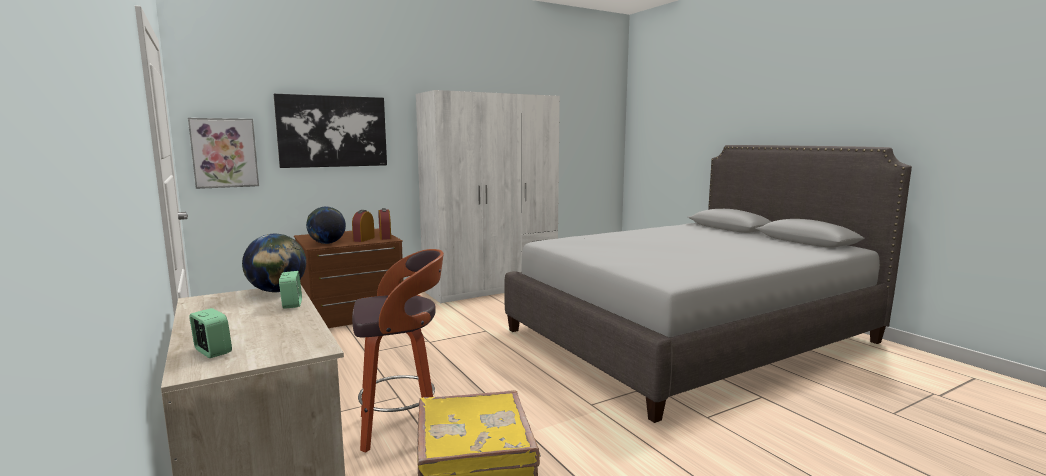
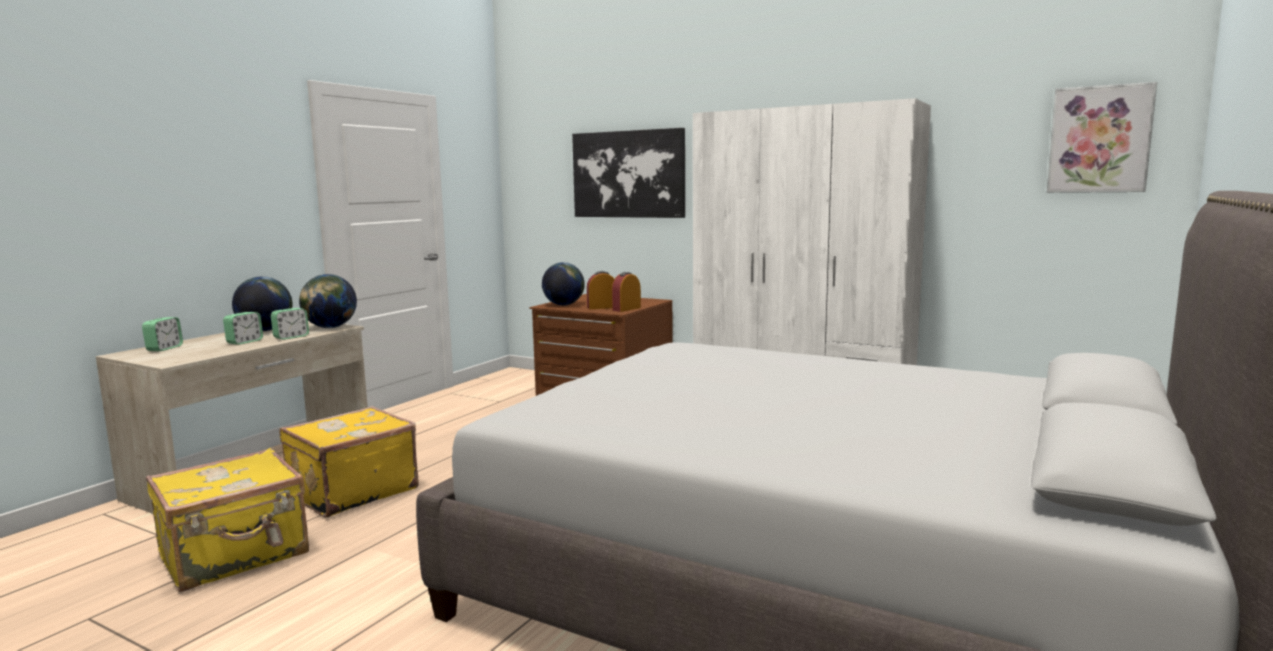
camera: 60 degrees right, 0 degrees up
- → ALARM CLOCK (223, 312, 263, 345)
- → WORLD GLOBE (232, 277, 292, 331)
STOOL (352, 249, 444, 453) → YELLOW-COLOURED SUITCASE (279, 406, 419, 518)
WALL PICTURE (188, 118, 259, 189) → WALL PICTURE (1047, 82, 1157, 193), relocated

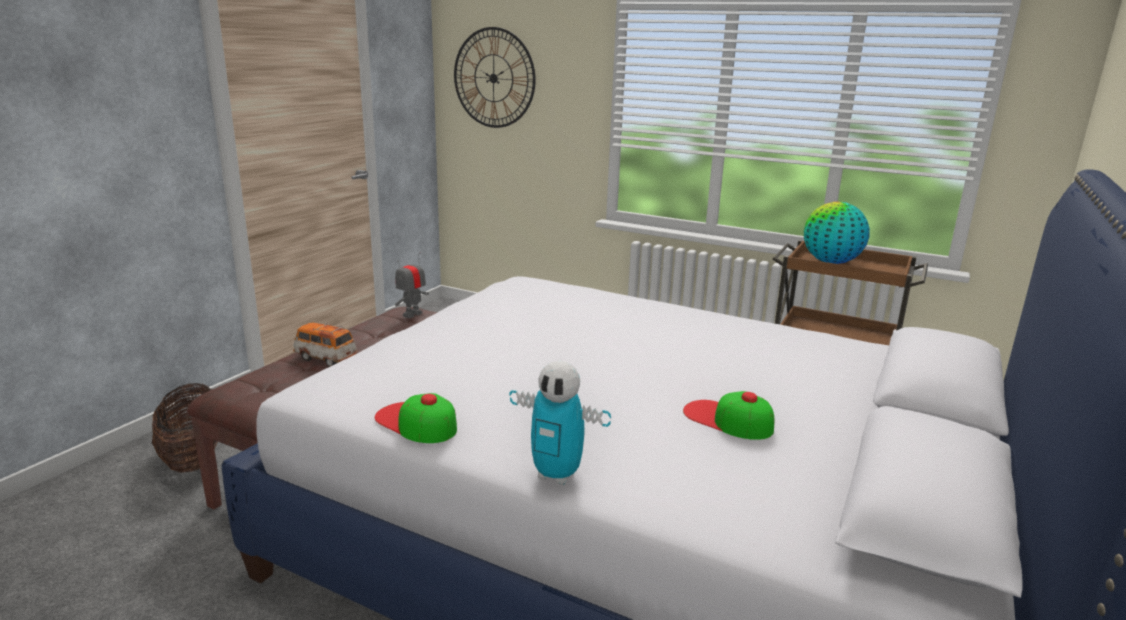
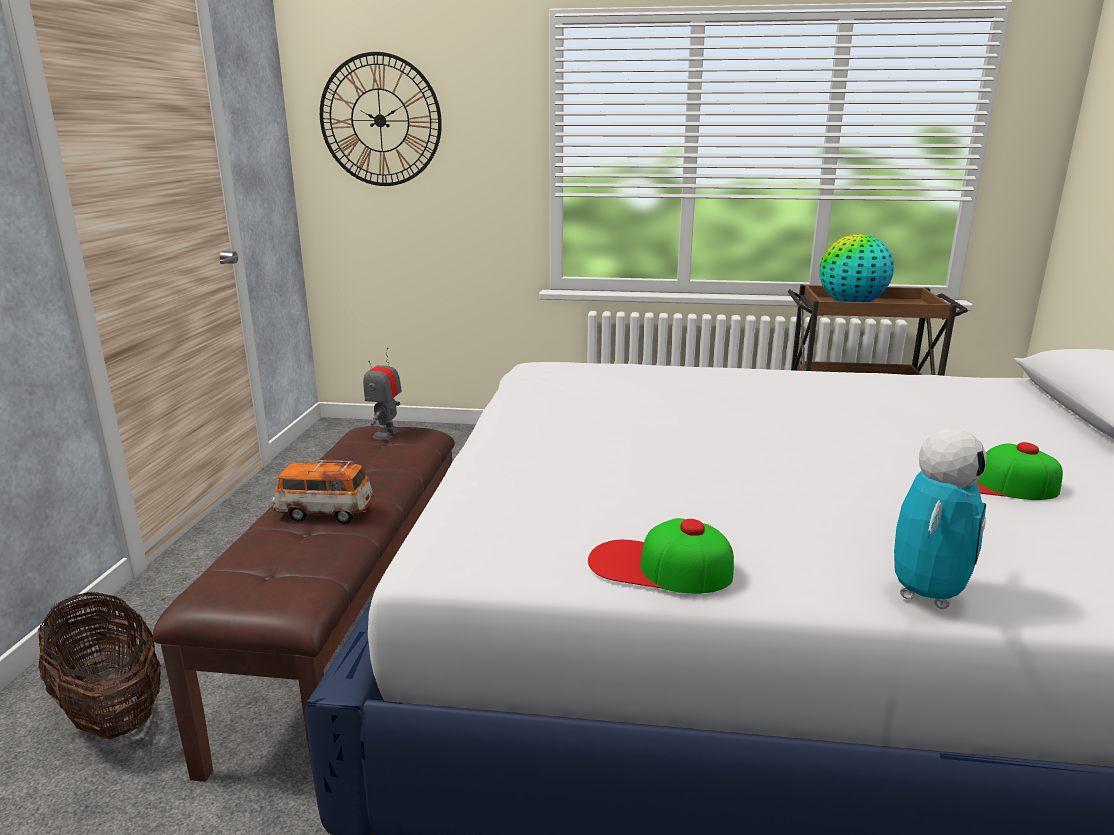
camera: 20 degrees left, 0 degrees up
MODEL ROBOT (509, 361, 611, 485) → MODEL ROBOT (894, 429, 987, 609), 60 degrees counterclockwise

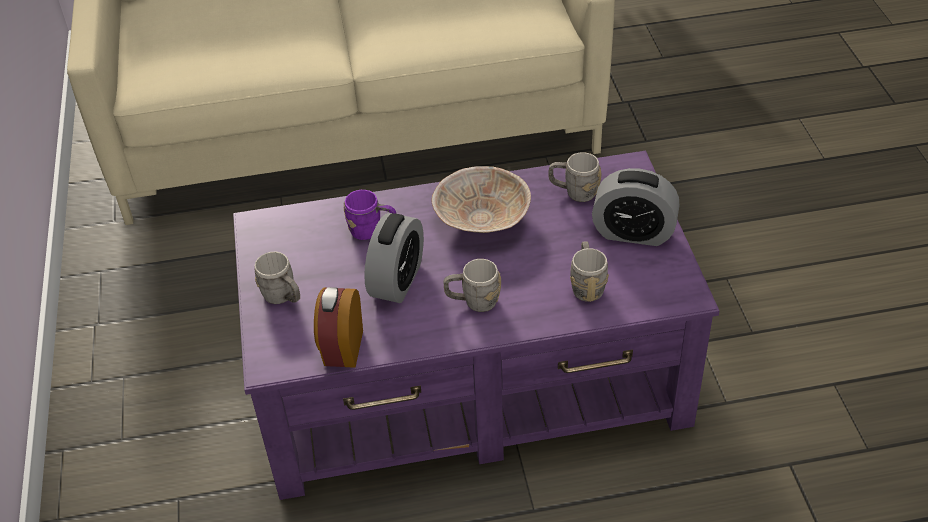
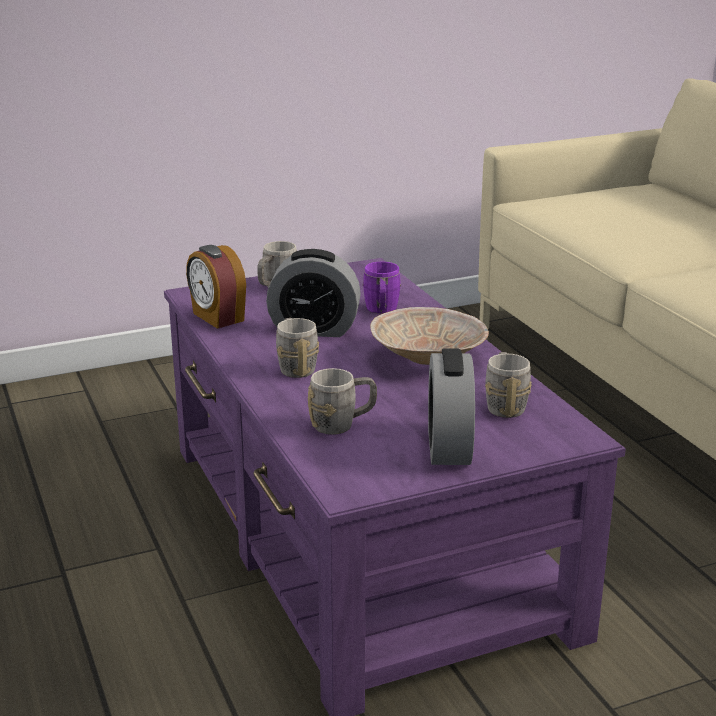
camera: 75 degrees right, 20 degrees down
ALARM CLOCK (314, 287, 363, 368) → ALARM CLOCK (186, 245, 246, 329), 120 degrees counterclockwise

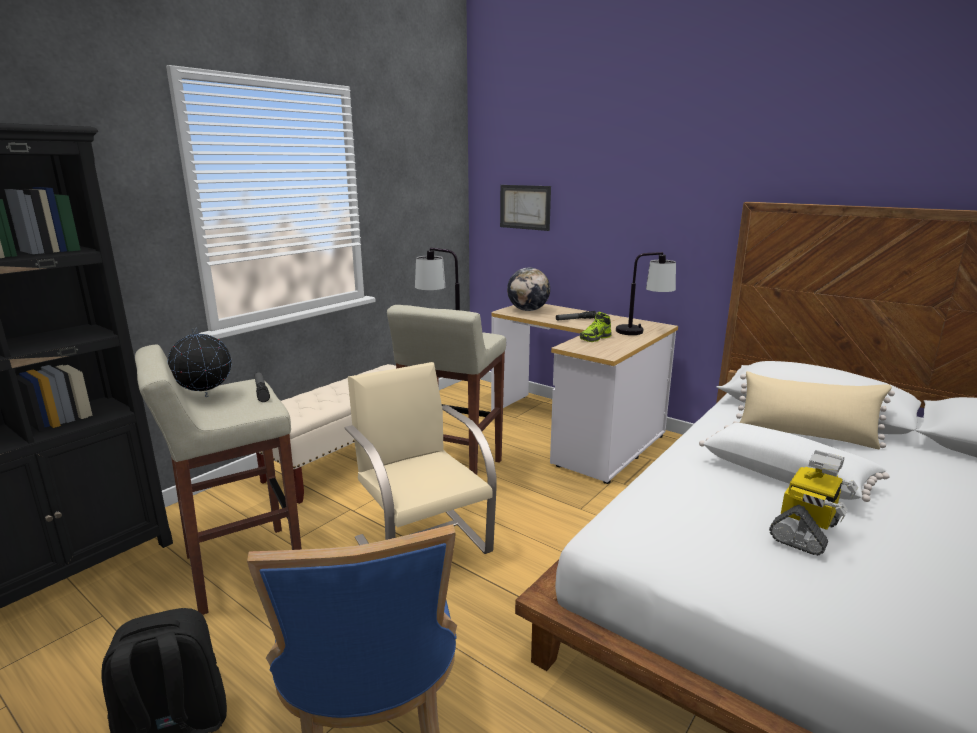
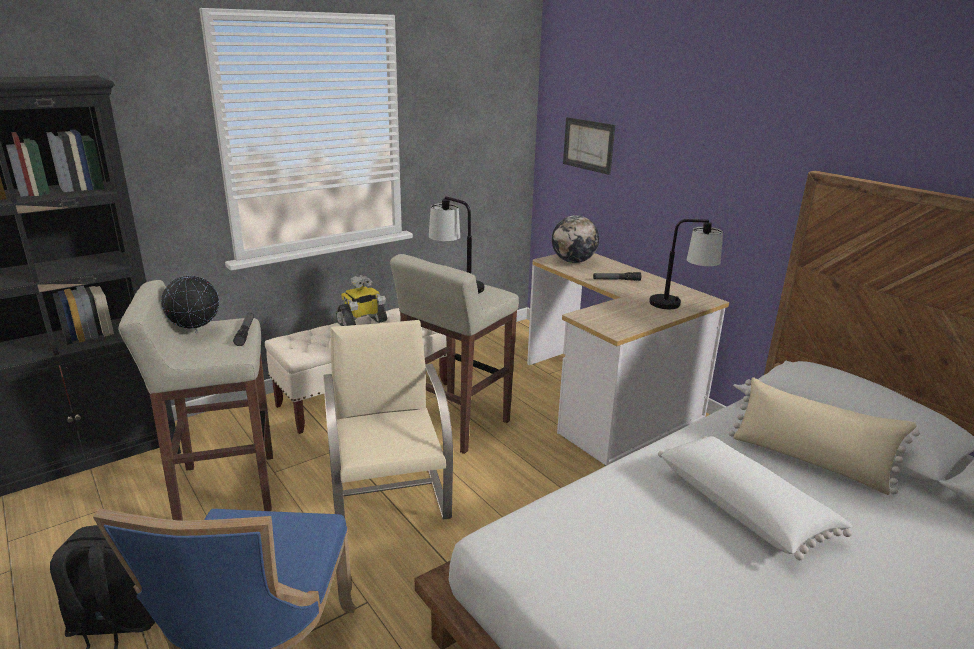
camera: 15 degrees right, 5 degrees up
MODEL ROBOT (769, 450, 858, 556) → MODEL ROBOT (336, 275, 387, 326), relocated
ITEM OF FOOTWEAR (580, 312, 611, 342) → -

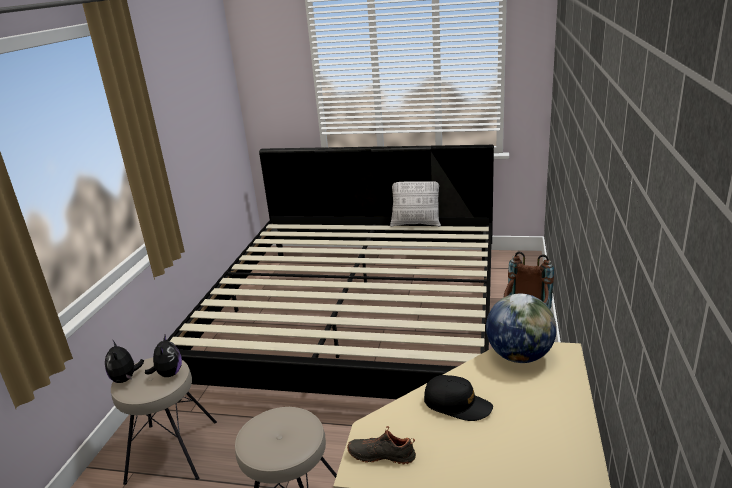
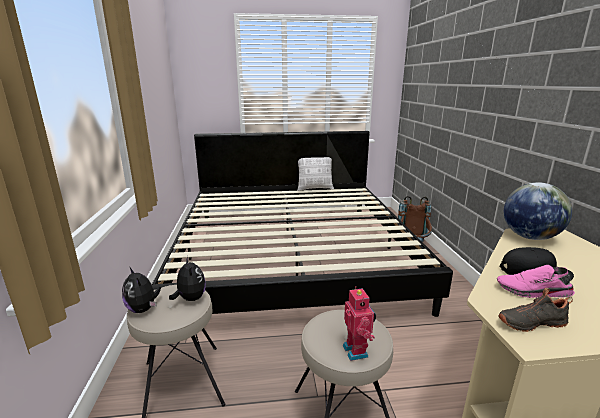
camera: 20 degrees left, 5 degrees down
- → MODEL ROBOT (343, 286, 376, 361)
- → PINK-COLOURED ITEM OF FOOTWEAR (497, 265, 575, 298)

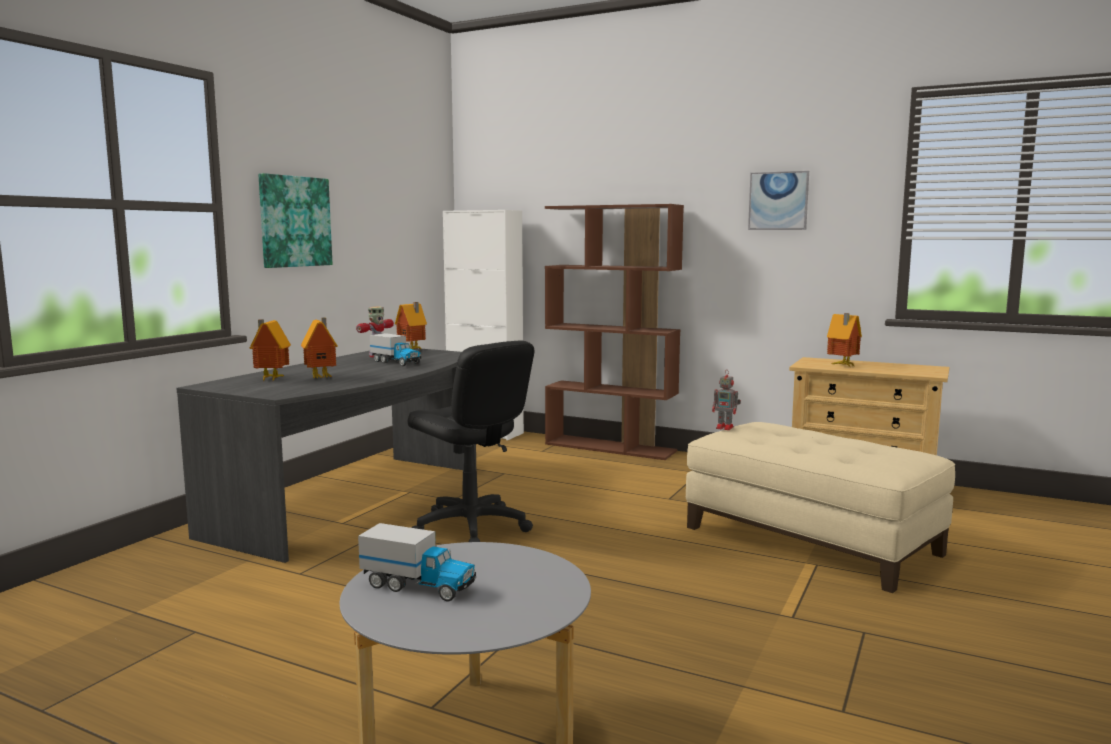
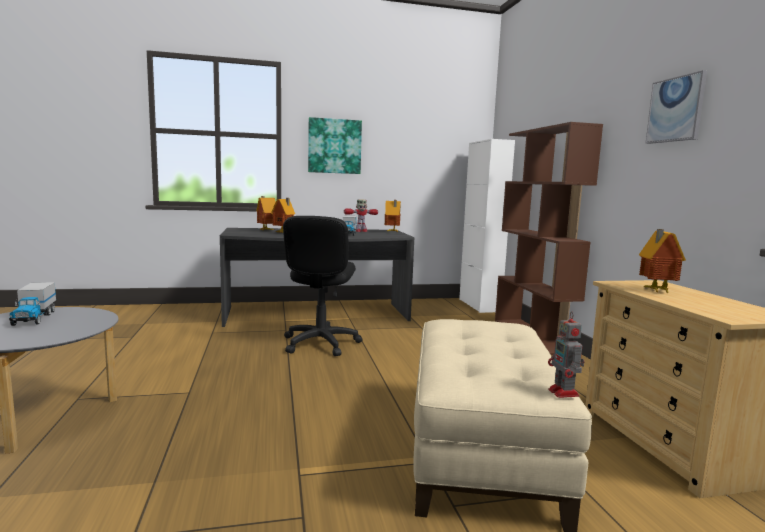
camera: 50 degrees right, 0 degrees up
MODEL ROBOT (712, 371, 741, 430) → MODEL ROBOT (548, 312, 585, 398), relocated

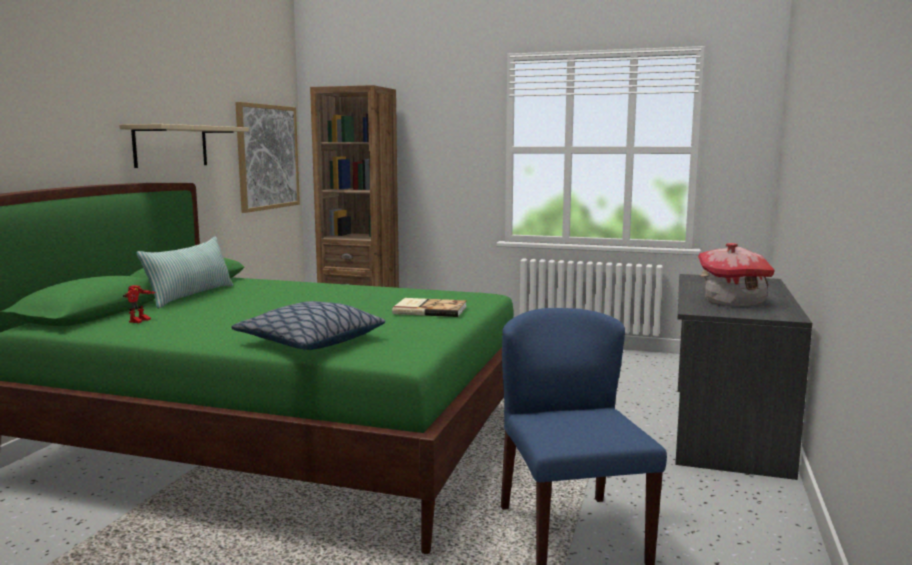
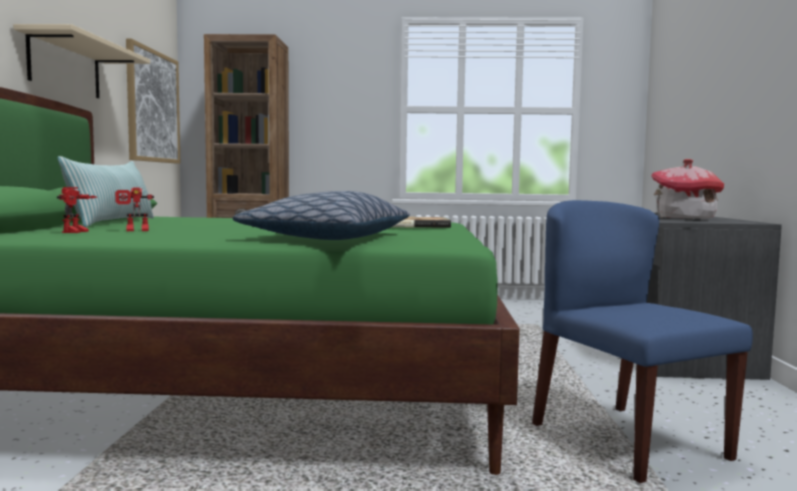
camera: 15 degrees left, 5 degrees down
- → MODEL ROBOT (115, 188, 154, 231)

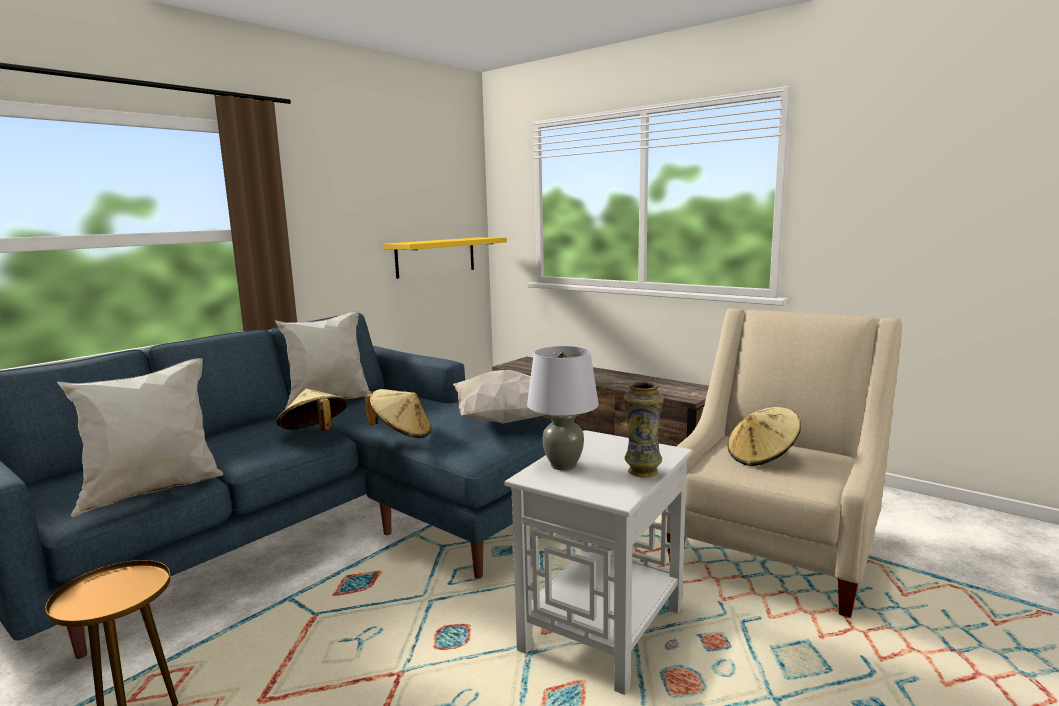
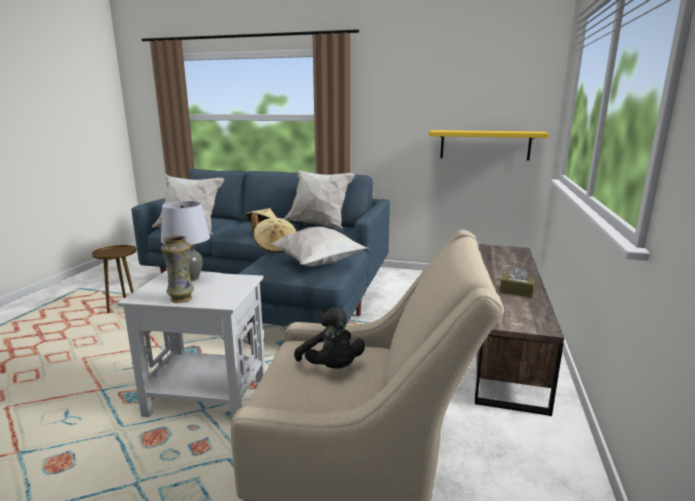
camera: 65 degrees right, 5 degrees up
BEIGE WEARABLE HAT (728, 407, 801, 466) → BLACKISH CUDDLY TOY (294, 307, 365, 369)
- → BROWN TISSUE HOLDER (500, 268, 535, 297)

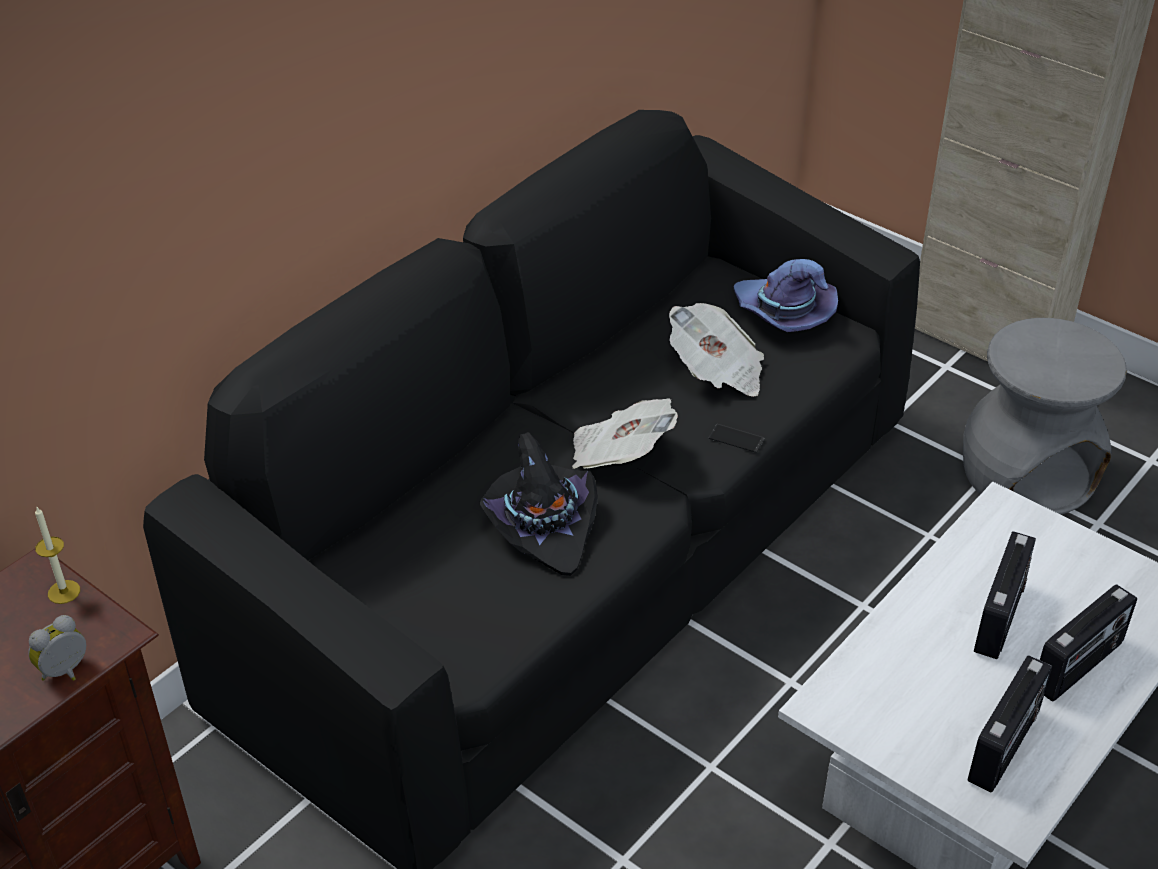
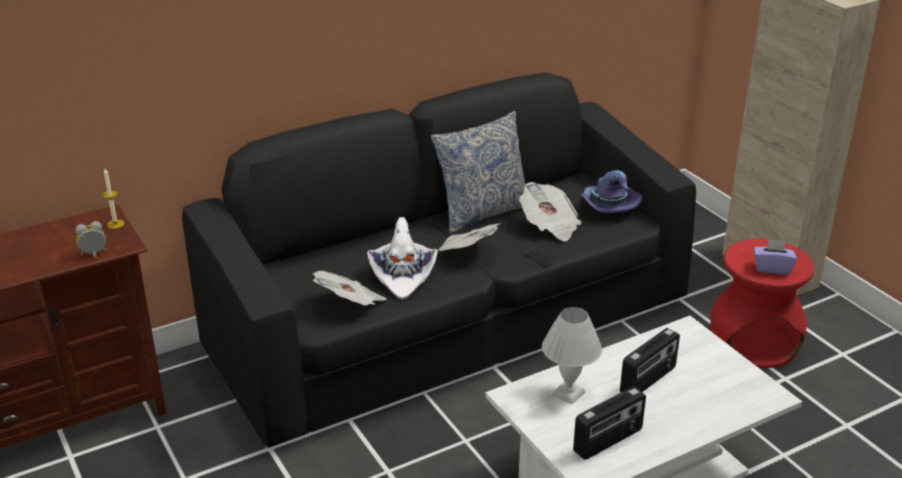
camera: 20 degrees right, 10 degrees down
- → NEWSPAPER (313, 271, 386, 306)
BLACKISH WEARABLE HAT (479, 432, 598, 576) → WHITISH WEARABLE HAT (367, 217, 437, 300)
- → THROW PILLOW (431, 111, 526, 234)
- → WHITISH LAMP FOR A TABLE (542, 307, 602, 405)
GRAY STOOL (963, 318, 1127, 515) → RED-COLOURED STOOL (710, 239, 814, 368)
- → PURPLISH TISSUE HOLDER (753, 239, 797, 275)
RADIO RECEIVER (1040, 584, 1137, 701) → -

